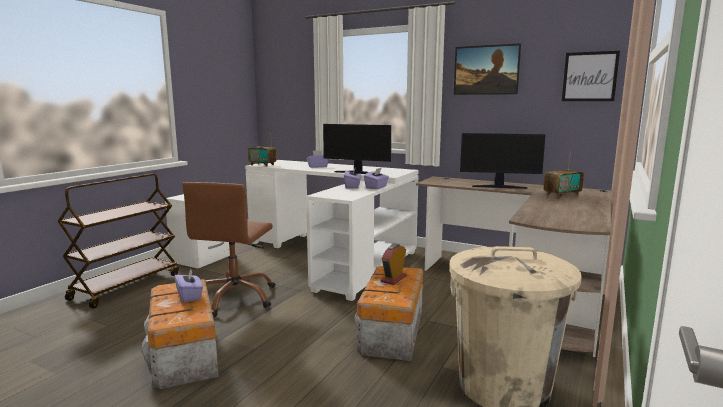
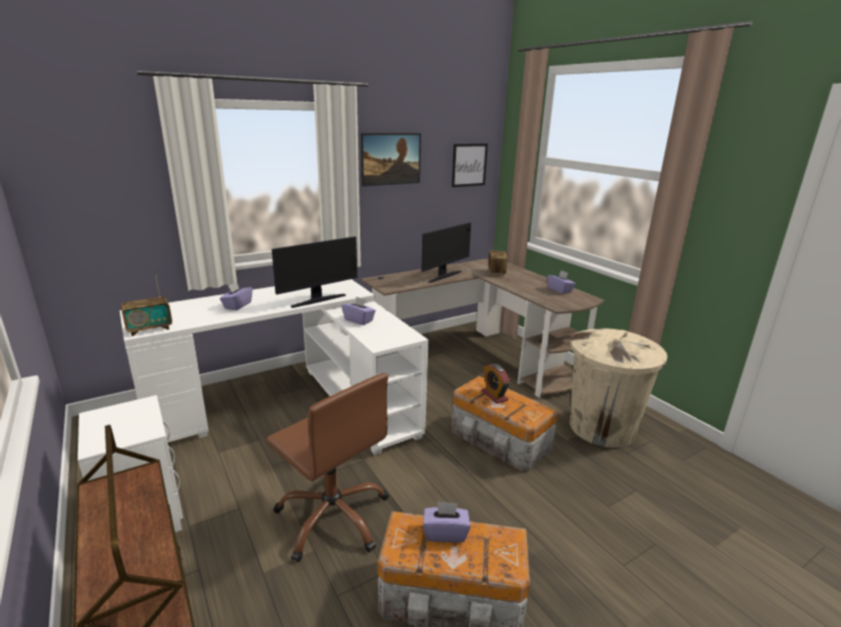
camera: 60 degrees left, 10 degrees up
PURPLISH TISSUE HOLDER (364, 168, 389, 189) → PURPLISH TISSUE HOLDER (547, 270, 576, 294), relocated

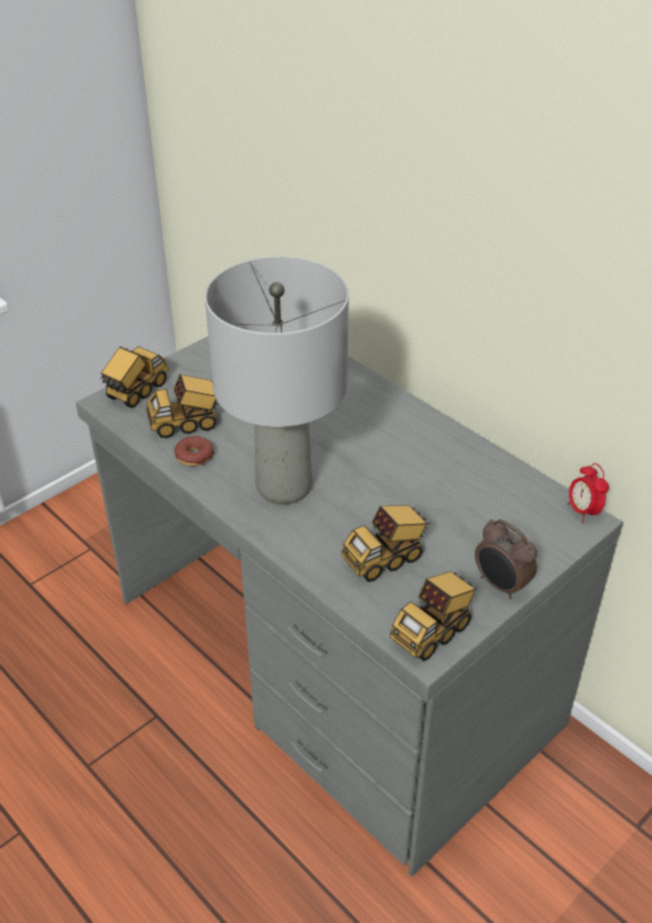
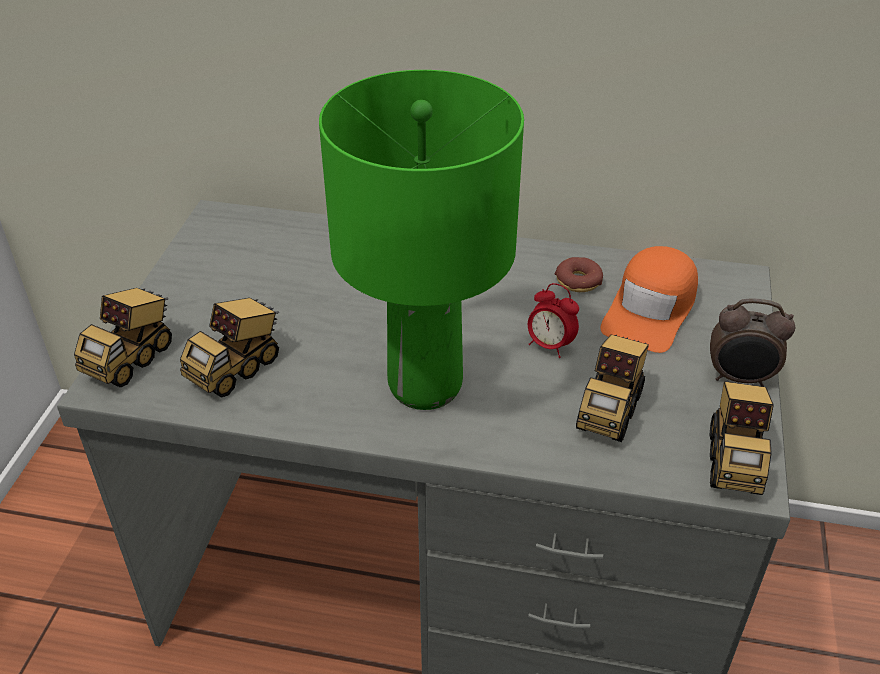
camera: 35 degrees left, 0 degrees up
MODEL TRUCK (100, 346, 168, 408) → MODEL TRUCK (74, 288, 172, 387), 150 degrees counterclockwise
GRAY LAMP FOR A TABLE (205, 257, 349, 505) → GREEN LAMP FOR A TABLE (319, 70, 524, 410)
ALARM CLOCK (568, 463, 609, 522) → ALARM CLOCK (528, 283, 579, 358), relocated
RING DOUGHNUT (174, 436, 214, 466) → RING DOUGHNUT (555, 257, 603, 292), relocated
- → ORANGE-COLOURED BASEBALL CAP (600, 246, 698, 353)

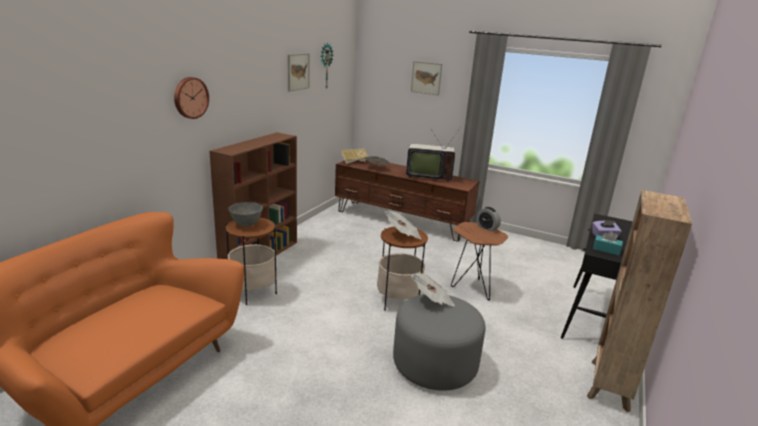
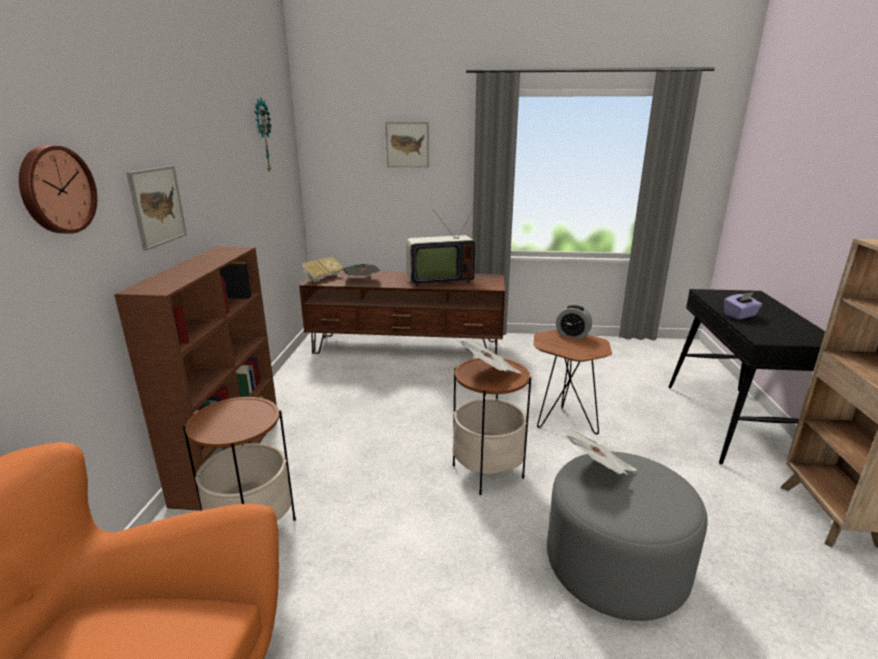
camera: 20 degrees left, 0 degrees up
WALL PICTURE (288, 53, 310, 91) → WALL PICTURE (126, 166, 187, 251), relocated
GRAY SERVING BOWL (228, 202, 263, 227) → -
TURQUOISE-COLOURED TISSUE HOLDER (593, 231, 623, 255) → -

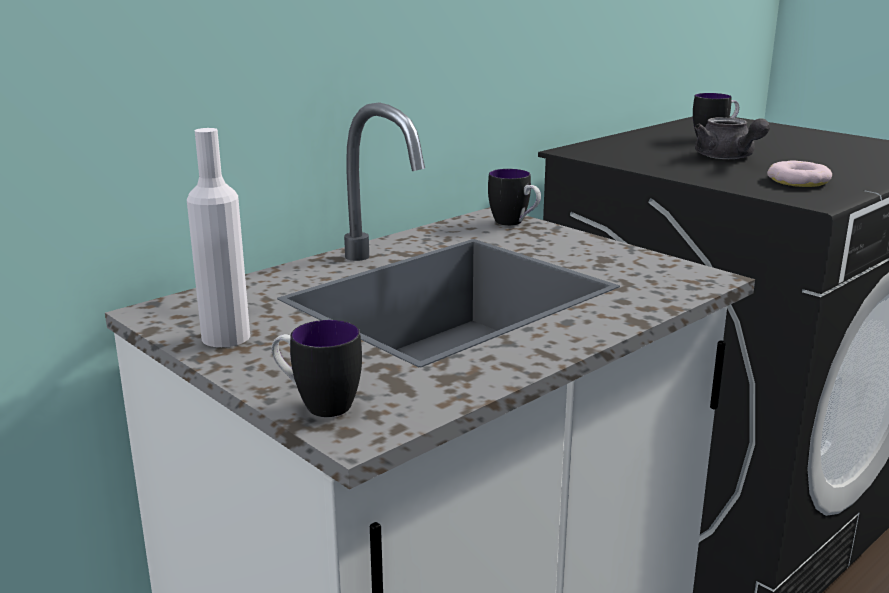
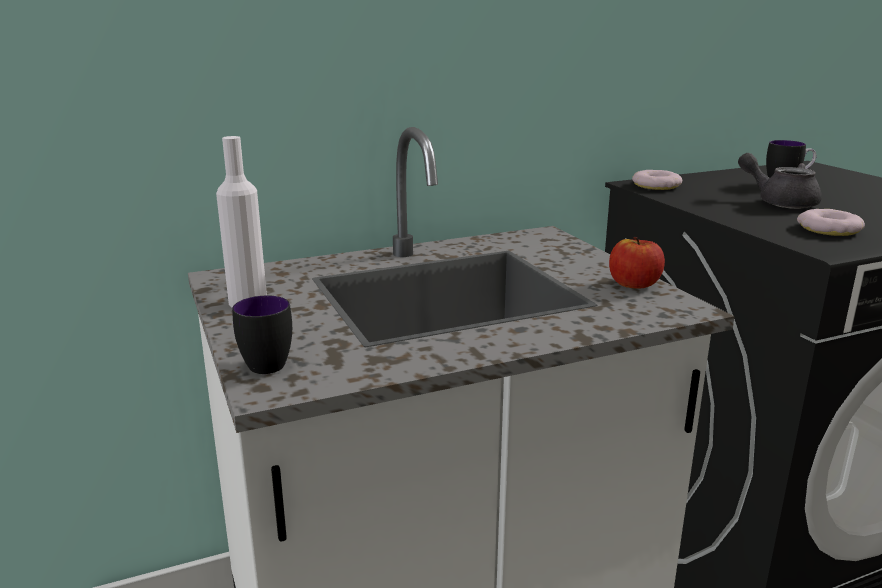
camera: 20 degrees right, 0 degrees up
- → WHOLE APPLE (609, 237, 665, 288)
- → RING DOUGHNUT (632, 170, 682, 190)
GRAY TEA POT (695, 117, 770, 159) → GRAY TEA POT (738, 153, 822, 209), 135 degrees clockwise
TEA MUG (488, 169, 541, 226) → -

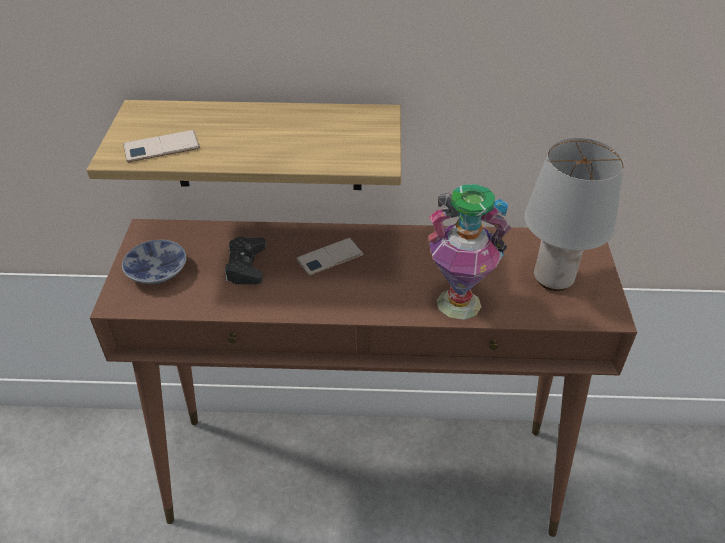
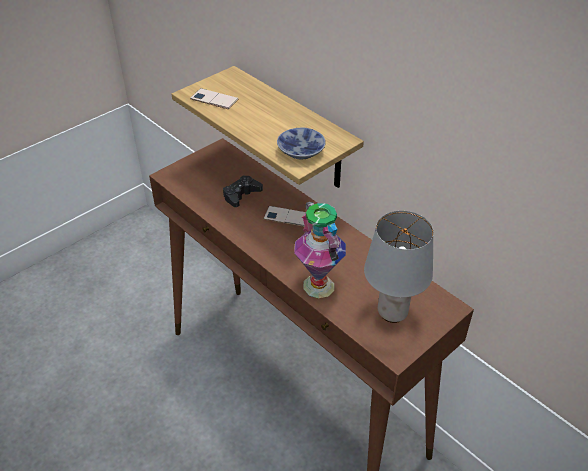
camera: 45 degrees right, 0 degrees up
SERVING BOWL (122, 240, 187, 284) → SERVING BOWL (277, 127, 326, 160), relocated

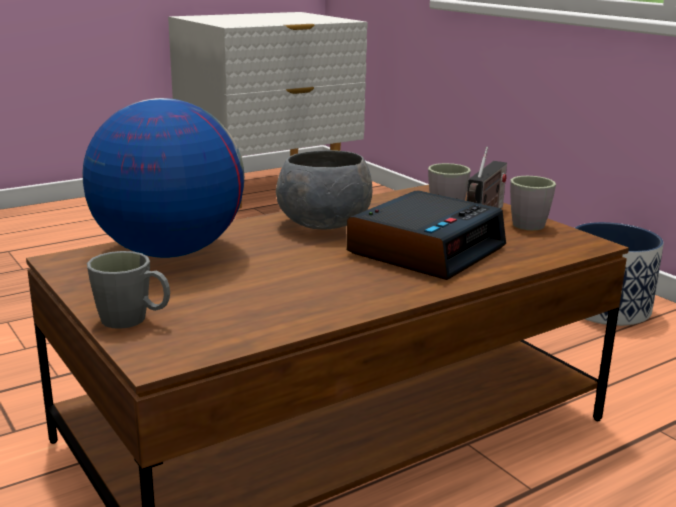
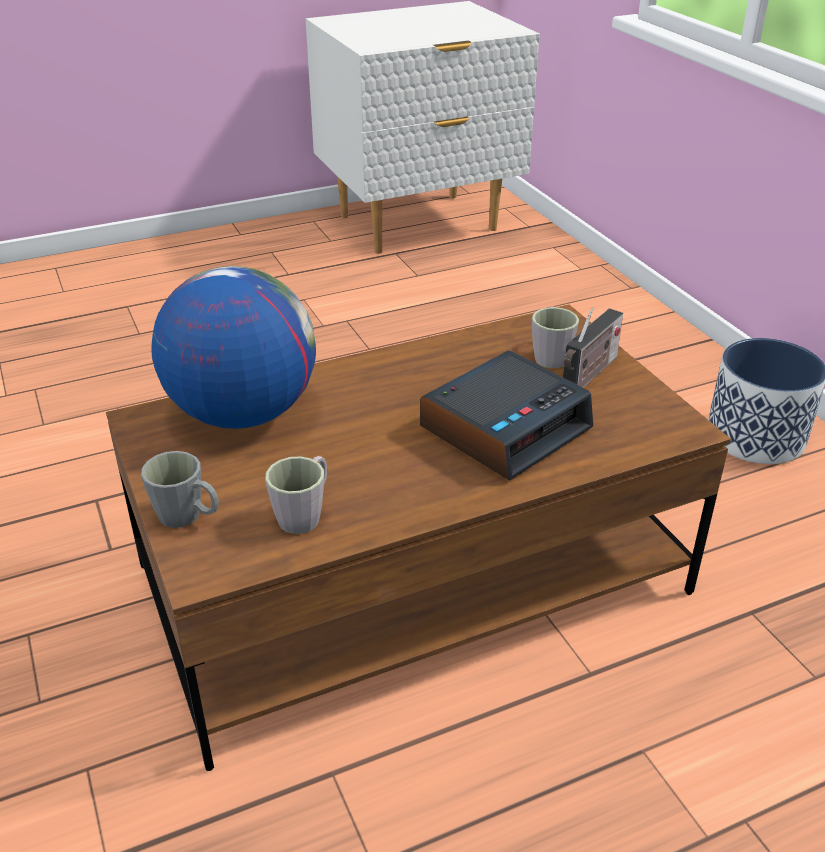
camera: 10 degrees right, 15 degrees up
GRAY TEA MUG (510, 176, 556, 230) → GRAY TEA MUG (265, 456, 327, 534), relocated
GRAY SERVING BOWL (276, 150, 372, 229) → -

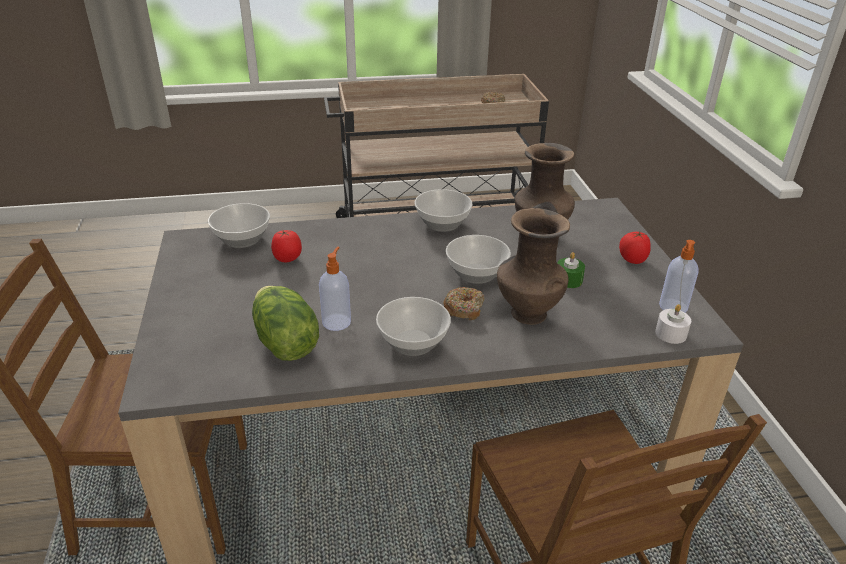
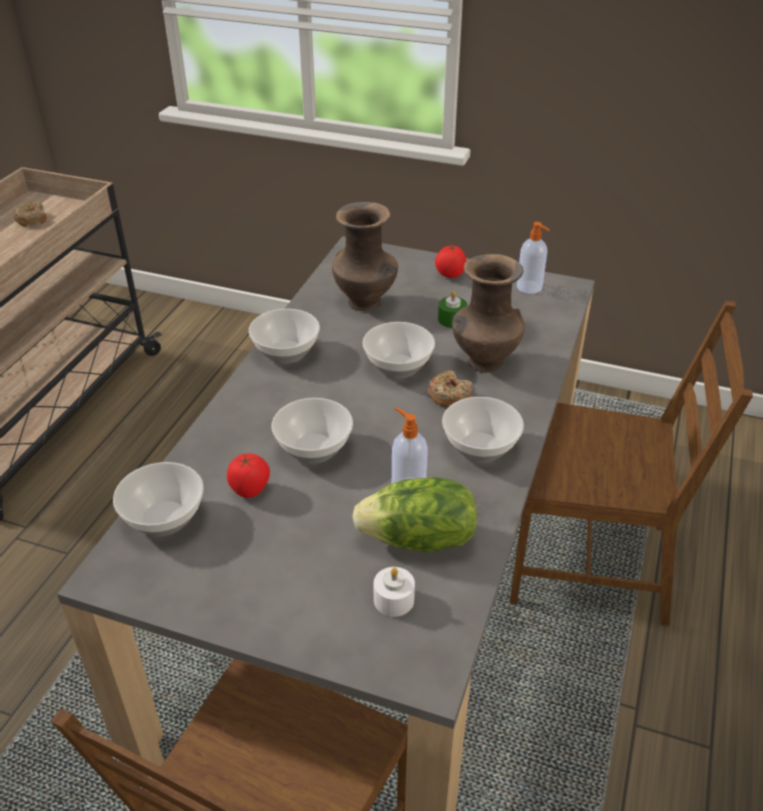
camera: 60 degrees left, 5 degrees up
- → SERVING BOWL (272, 398, 353, 464)
WHITISH CANDLE (655, 304, 691, 344) → WHITISH CANDLE (374, 567, 415, 617), relocated

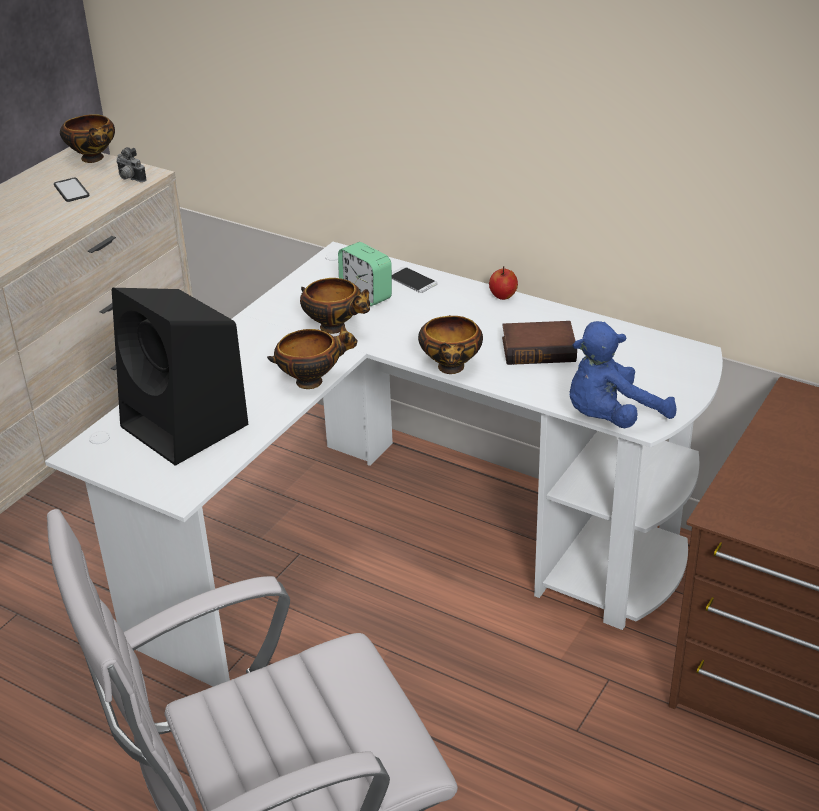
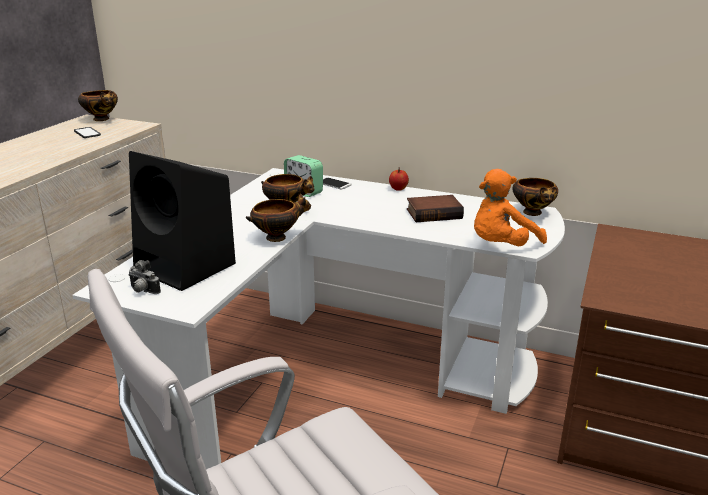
camera: 10 degrees left, 10 degrees down
PHOTO CAMERA (117, 147, 147, 182) → PHOTO CAMERA (128, 260, 161, 294), relocated
BLUE-COLOURED CUDDLY TOY (569, 321, 677, 428) → ORANGE-COLOURED CUDDLY TOY (474, 169, 547, 246)
SERVING BOWL (418, 315, 483, 374) → SERVING BOWL (513, 178, 558, 216), relocated

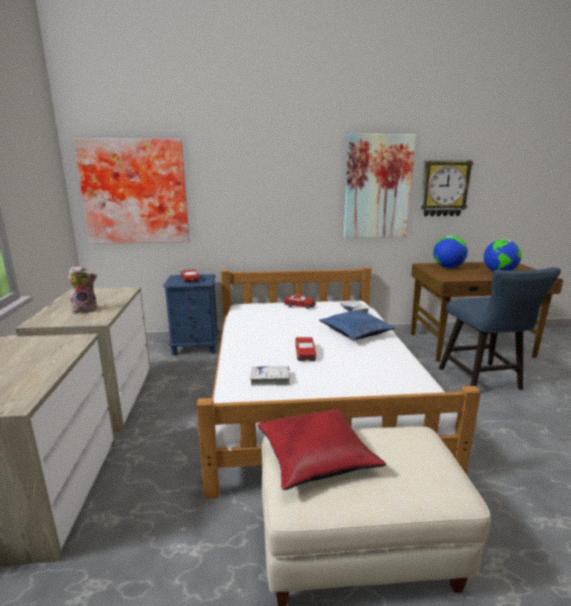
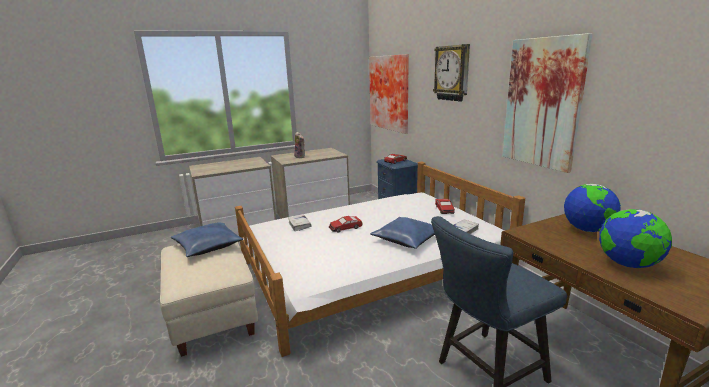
camera: 70 degrees right, 0 degrees up
RED-COLOURED THROW PILLOW (257, 408, 387, 490) → BLUE-COLOURED THROW PILLOW (171, 222, 243, 257)
WALL CLOCK (420, 161, 473, 216) → WALL CLOCK (433, 44, 470, 102), relocated

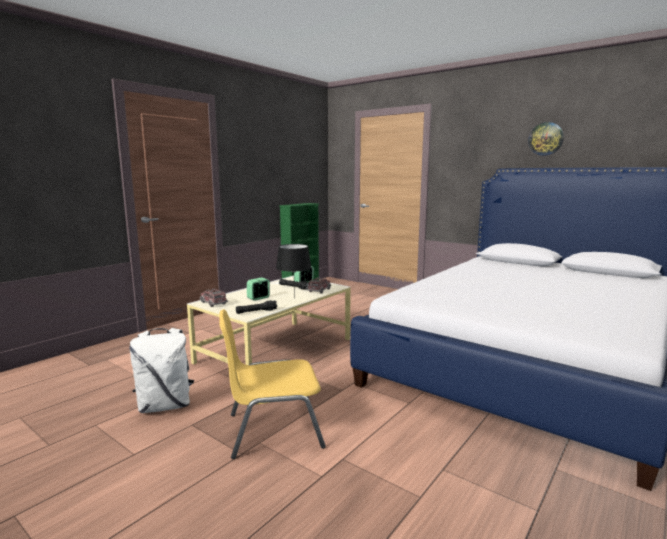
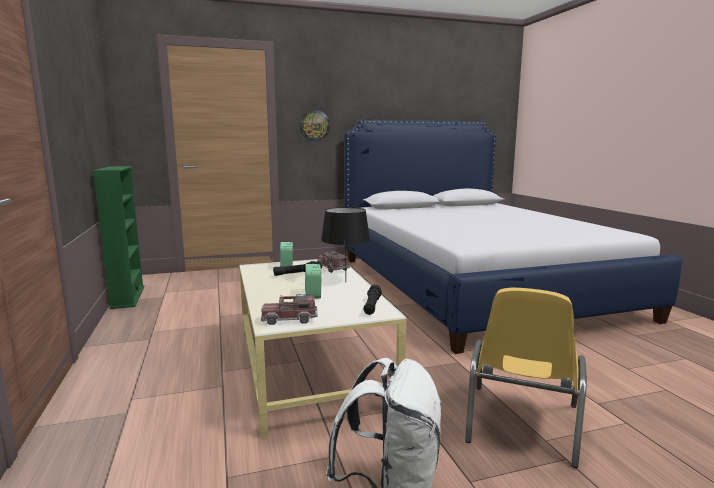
camera: 55 degrees left, 0 degrees up
WALL CLOCK (528, 122, 564, 156) → WALL CLOCK (299, 110, 330, 141), relocated

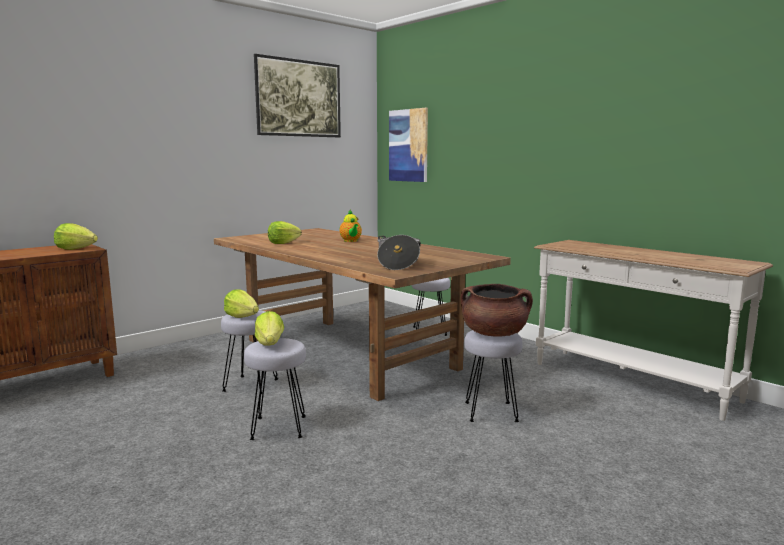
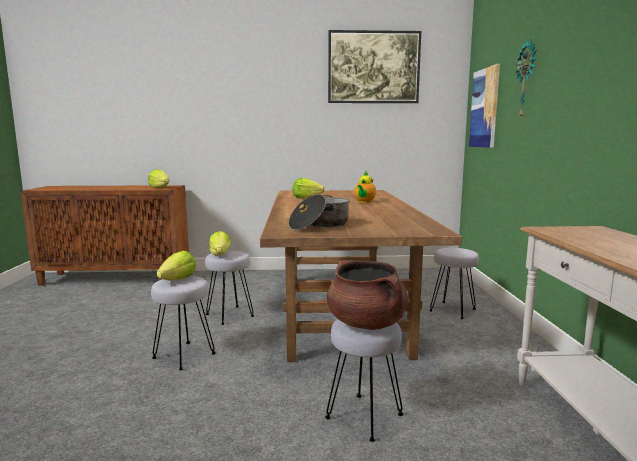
camera: 40 degrees right, 0 degrees up
- → WALL CLOCK (516, 40, 537, 117)

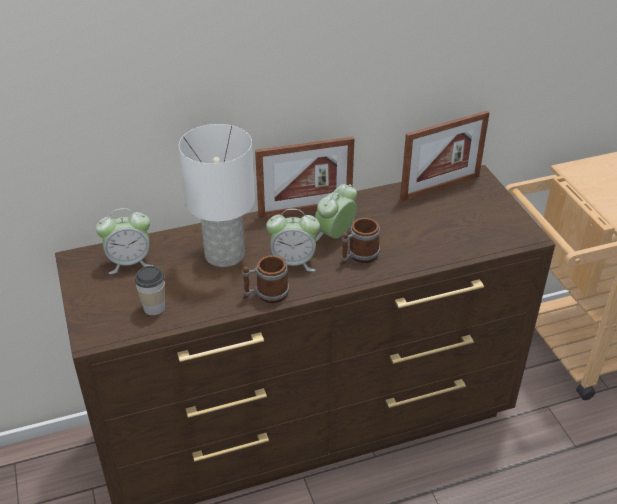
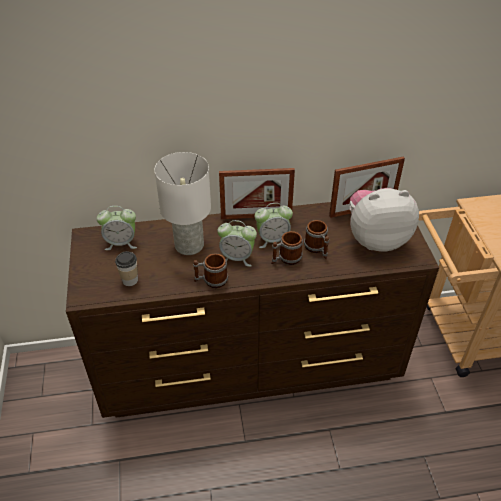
camera: 10 degrees right, 5 degrees up
ALARM CLOCK (315, 184, 357, 241) → ALARM CLOCK (255, 203, 293, 248), 150 degrees counterclockwise
- → TEA MUG (304, 220, 329, 259)
- → CUDDLY TOY (350, 188, 419, 251)

